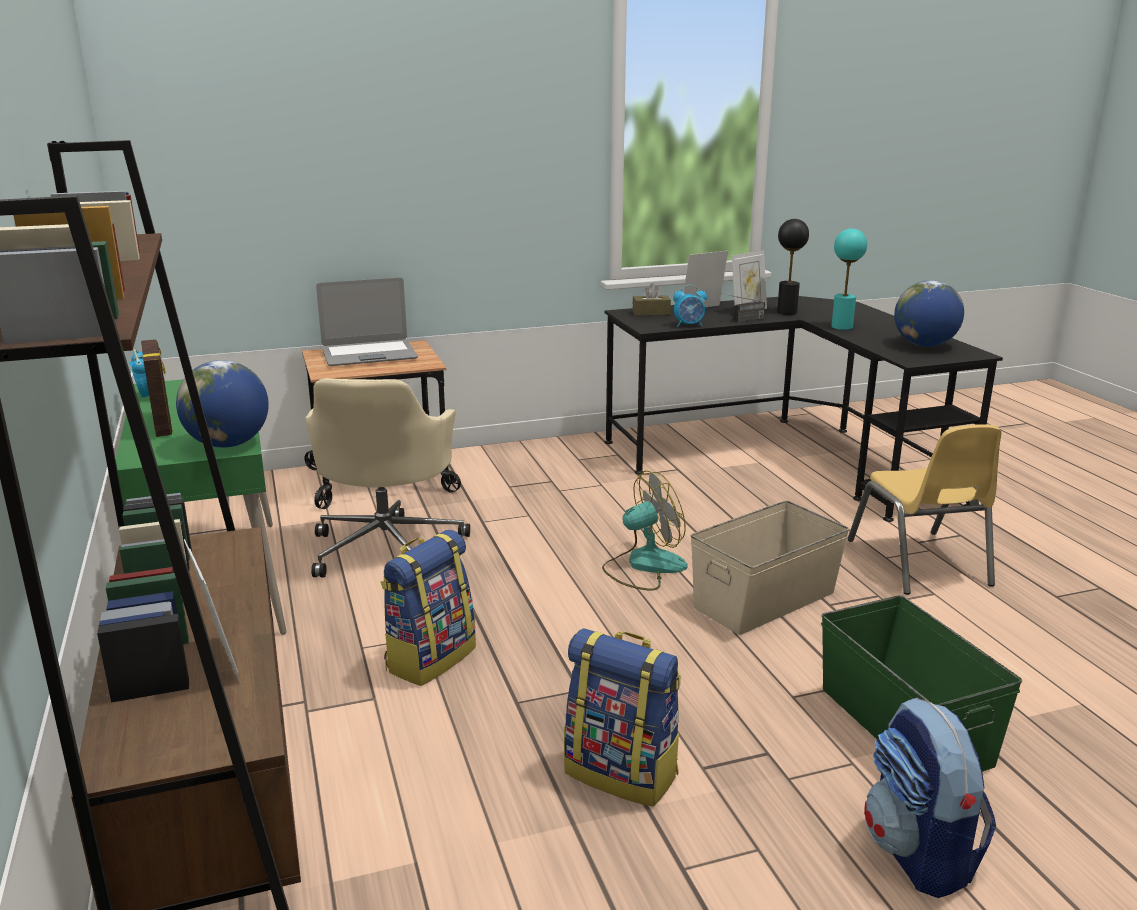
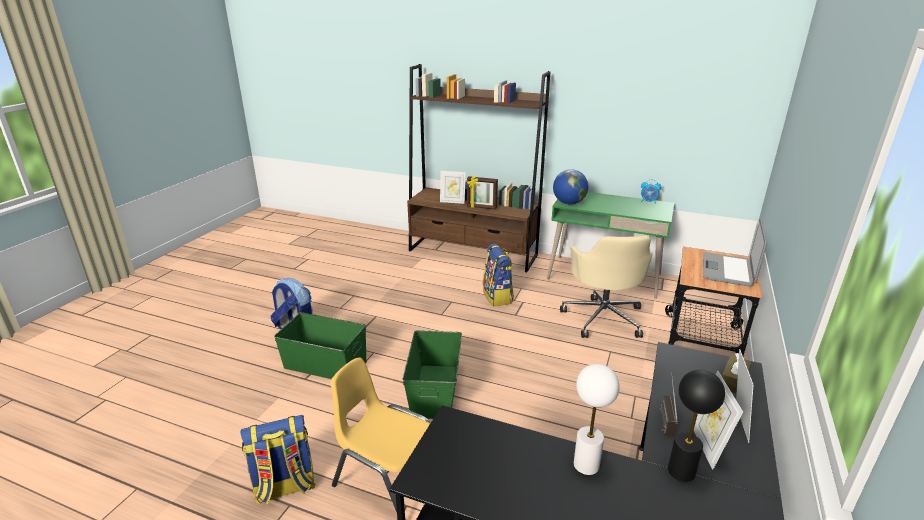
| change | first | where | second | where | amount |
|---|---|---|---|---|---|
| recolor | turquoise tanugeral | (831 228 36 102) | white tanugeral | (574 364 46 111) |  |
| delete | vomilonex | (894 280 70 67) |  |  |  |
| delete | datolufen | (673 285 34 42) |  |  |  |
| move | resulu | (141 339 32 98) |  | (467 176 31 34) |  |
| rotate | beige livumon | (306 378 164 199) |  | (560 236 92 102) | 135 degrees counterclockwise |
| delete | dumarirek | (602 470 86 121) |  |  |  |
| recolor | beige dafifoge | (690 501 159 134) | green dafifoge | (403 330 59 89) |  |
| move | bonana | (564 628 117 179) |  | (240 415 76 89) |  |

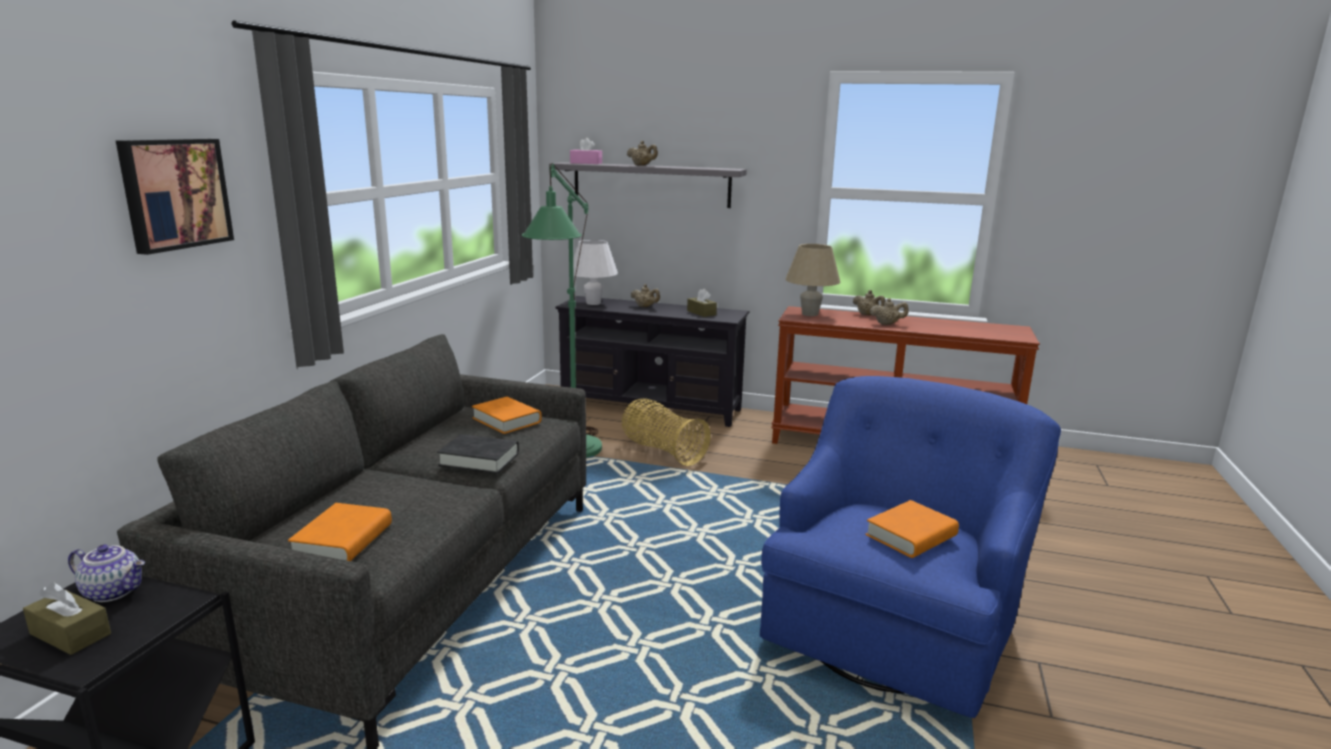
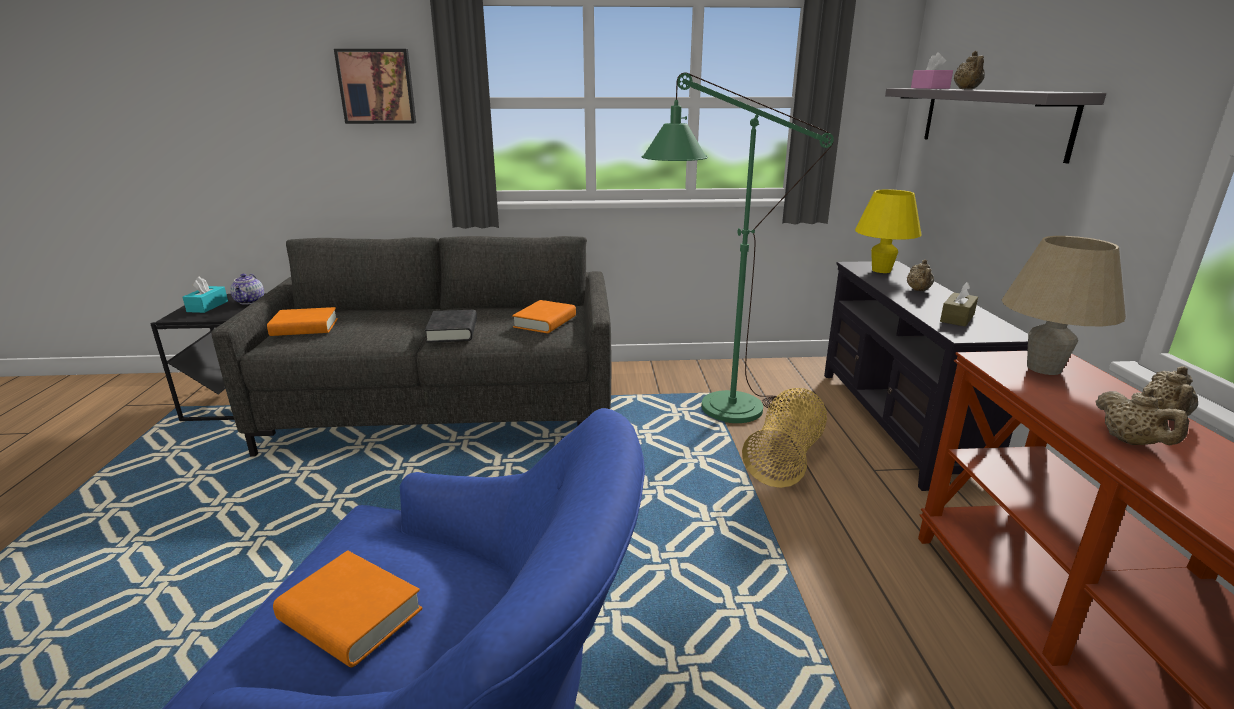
| change | first | where | second | where | amount |
|---|---|---|---|---|---|
| recolor | white tanugeral | (573 240 45 65) | yellow tanugeral | (855 189 67 84) |  |
| recolor | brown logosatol | (23 583 88 72) | turquoise logosatol | (183 277 45 36) |  |

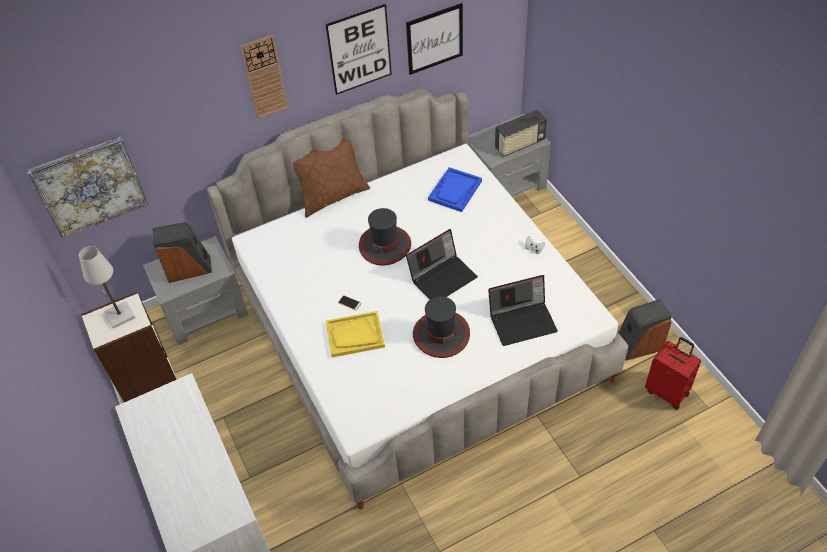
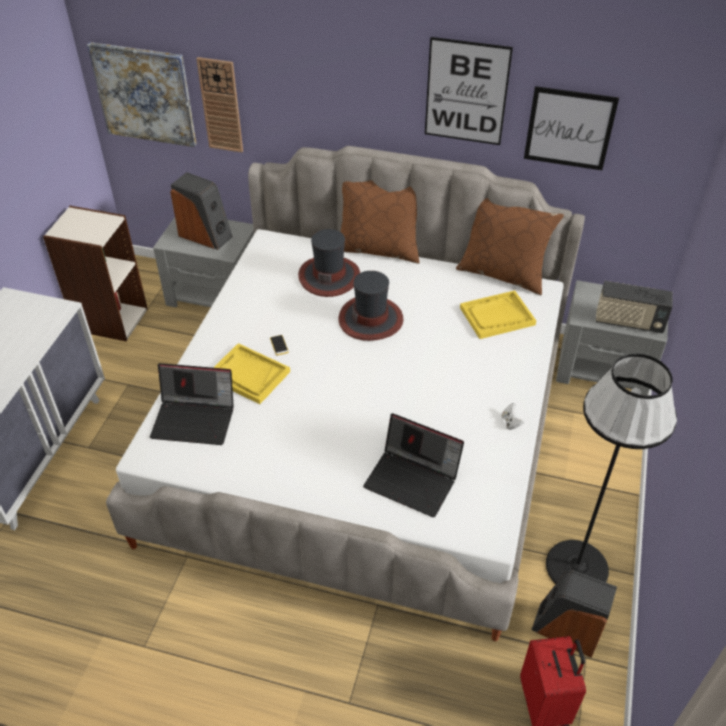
| change | first | where | second | where | amount |
|---|---|---|---|---|---|
| move | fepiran | (240 34 48 85) |  | (196 57 47 95) |  |
| recolor | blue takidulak | (428 167 54 45) | yellow takidulak | (460 290 76 49) |  |
| move | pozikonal | (406 229 72 71) |  | (150 363 84 82) |  |
| delete | white tanugeral | (79 246 56 83) |  |  |  |
| move | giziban | (413 296 57 62) |  | (298 229 62 68) |  |
| insert |  |  | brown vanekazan | (456 198 108 97) |  |
| insert |  |  | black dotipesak | (546 354 131 230) |  |

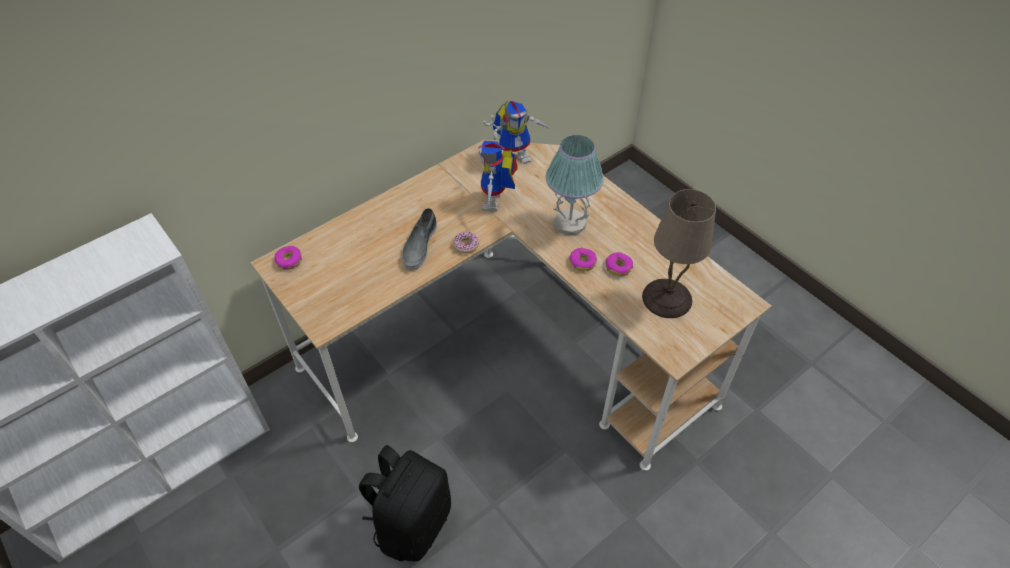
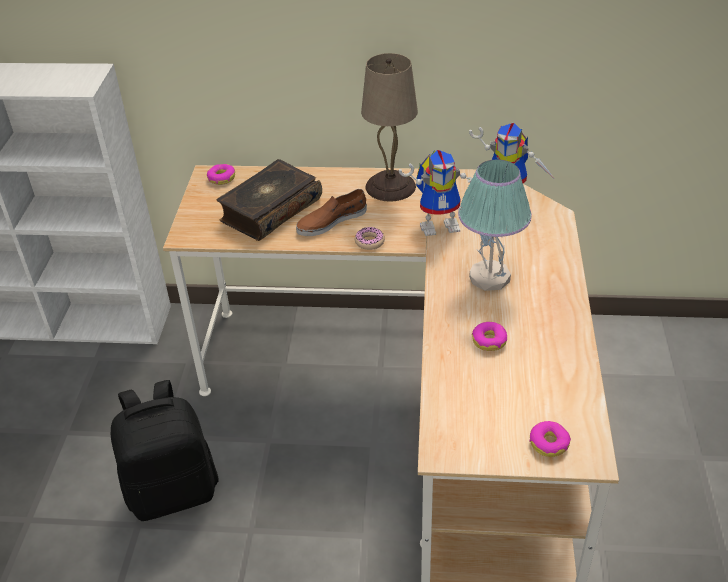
| change | first | where | second | where | amount |
|---|---|---|---|---|---|
| rotate | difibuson | (478 129 40 82) |  | (399 150 73 86) | 150 degrees counterclockwise |
| move | beige tanugeral | (642 189 74 129) |  | (361 53 57 148) |  |
| recolor | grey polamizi | (402 208 35 63) | brown polamizi | (296 189 71 47) |  |
| move | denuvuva | (569 248 28 23) |  | (529 421 42 36) |  |
| insert |  |  | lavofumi | (217 159 105 82) |  |

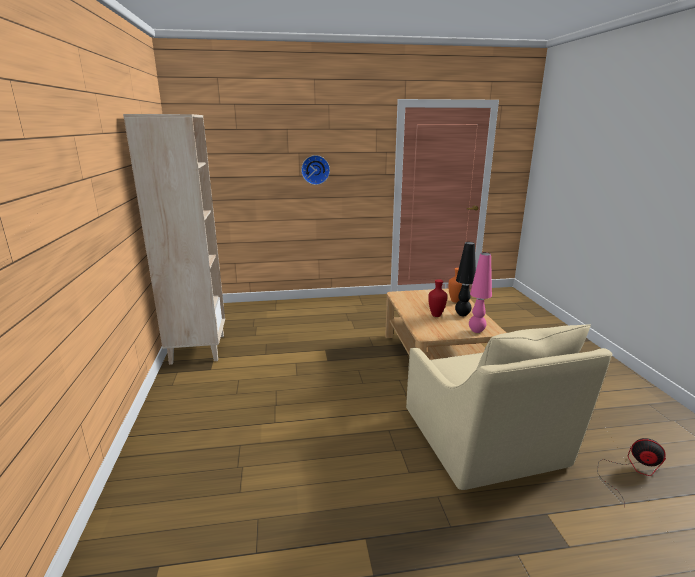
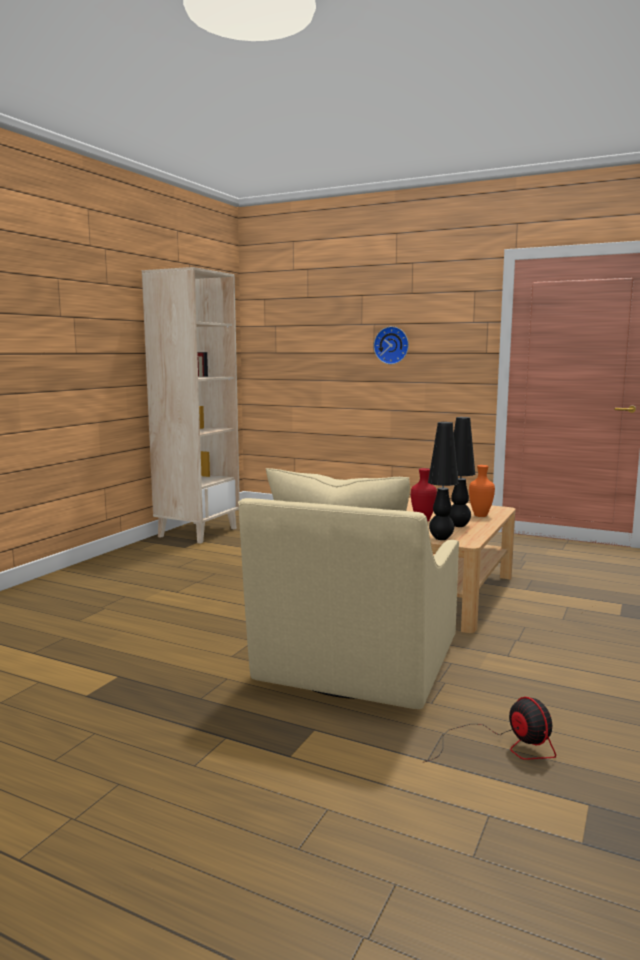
| change | first | where | second | where | amount |
|---|---|---|---|---|---|
| recolor | pink tanugeral | (469 253 23 80) | black tanugeral | (428 422 31 118) |  |

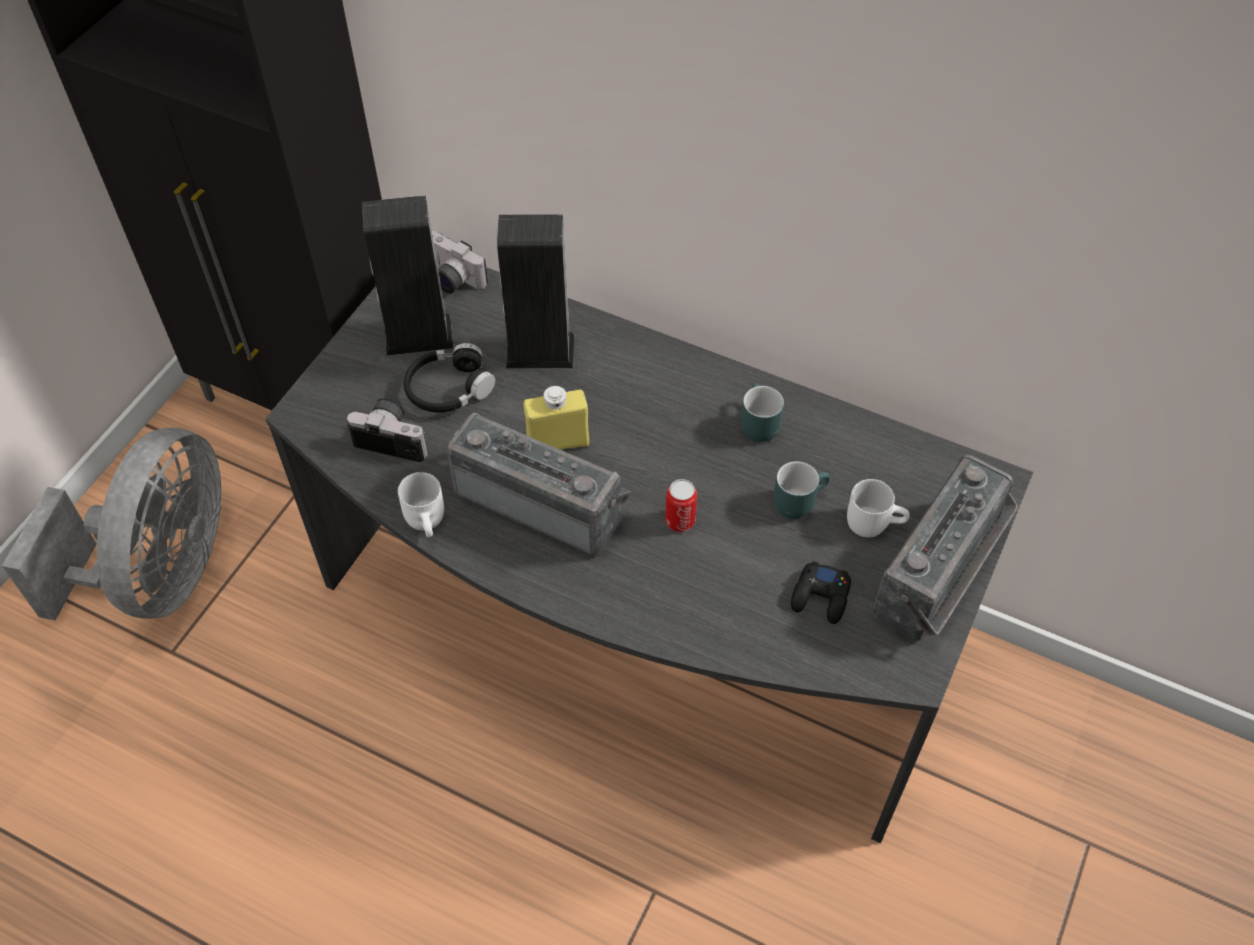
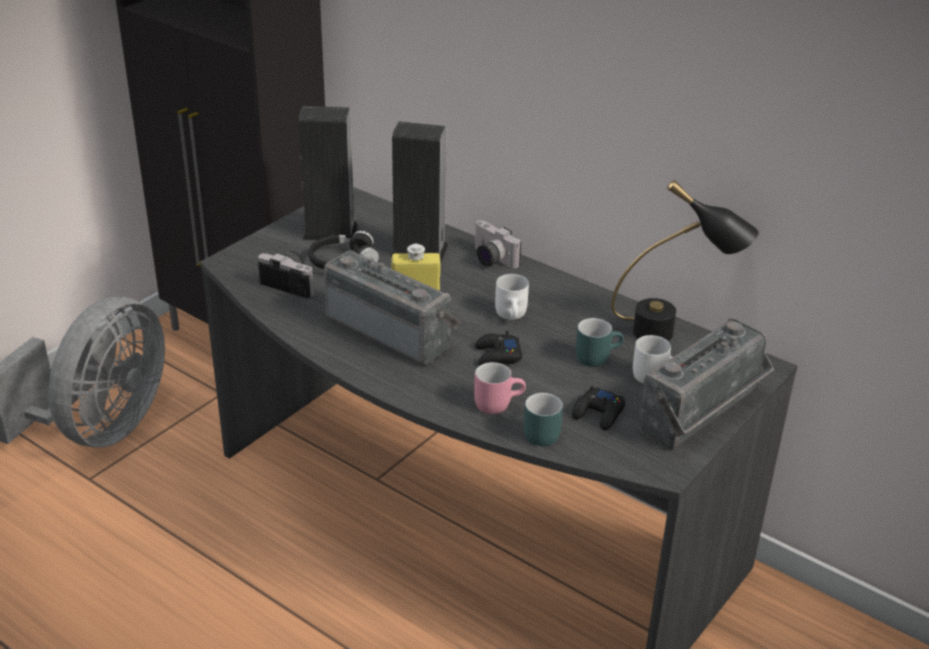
| change | first | where | second | where | amount |
|---|---|---|---|---|---|
| move | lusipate | (432 231 56 63) |  | (475 220 46 49) |  |
| move | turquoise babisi | (741 383 43 59) |  | (524 393 39 53) |  |
| move | white babisi | (398 472 46 65) |  | (495 274 34 46) |  |
| replace | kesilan | (665 479 32 53) | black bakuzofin | (475 331 47 34) |  |
| insert |  |  | black tanugeral | (611 180 148 161) |  |
| insert |  |  | pink babisi | (474 362 52 52) |  |

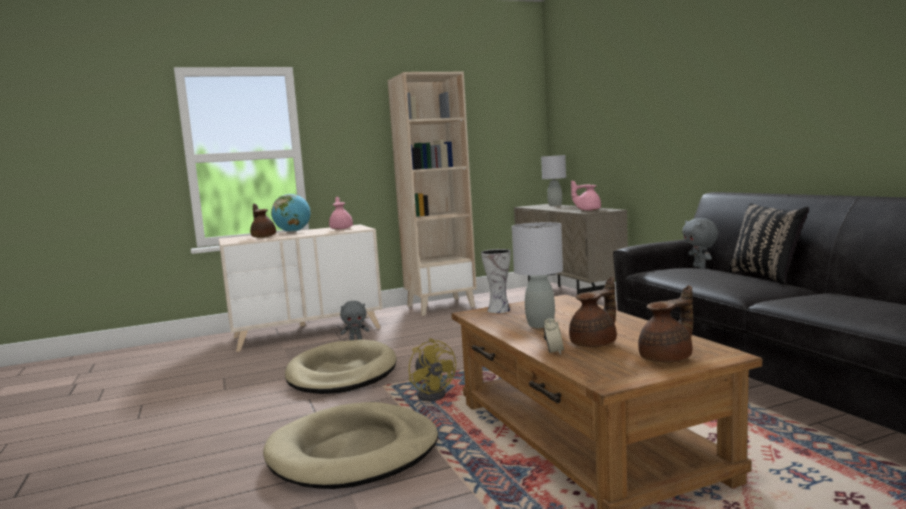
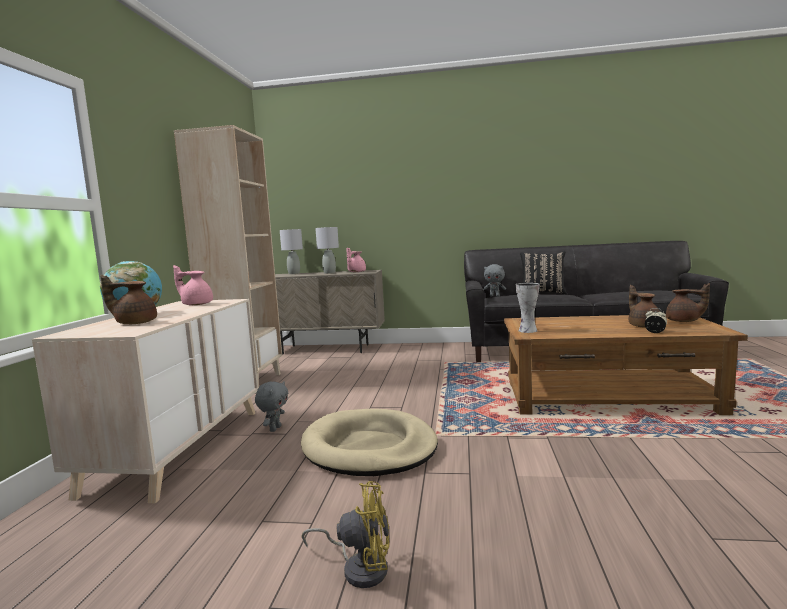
| change | first | where | second | where | amount |
|---|---|---|---|---|---|
| move | grey tanugeral | (512 222 51 106) |  | (315 227 24 47) |  |
| rotate | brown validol | (638 285 55 78) |  | (666 283 44 39) | 120 degrees clockwise |
| move | yellow dumarirek | (409 338 47 63) |  | (302 481 88 107) |  |
| delete | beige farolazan | (263 402 175 87) |  |  |  |

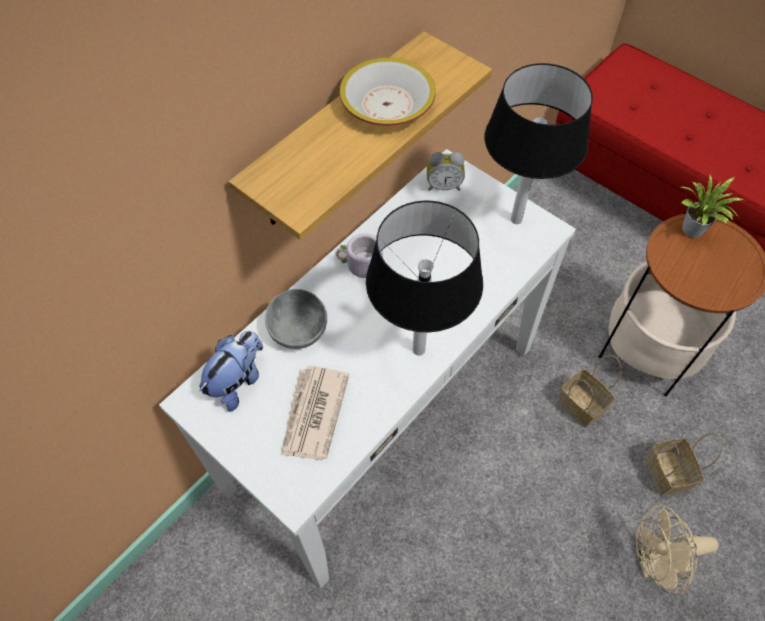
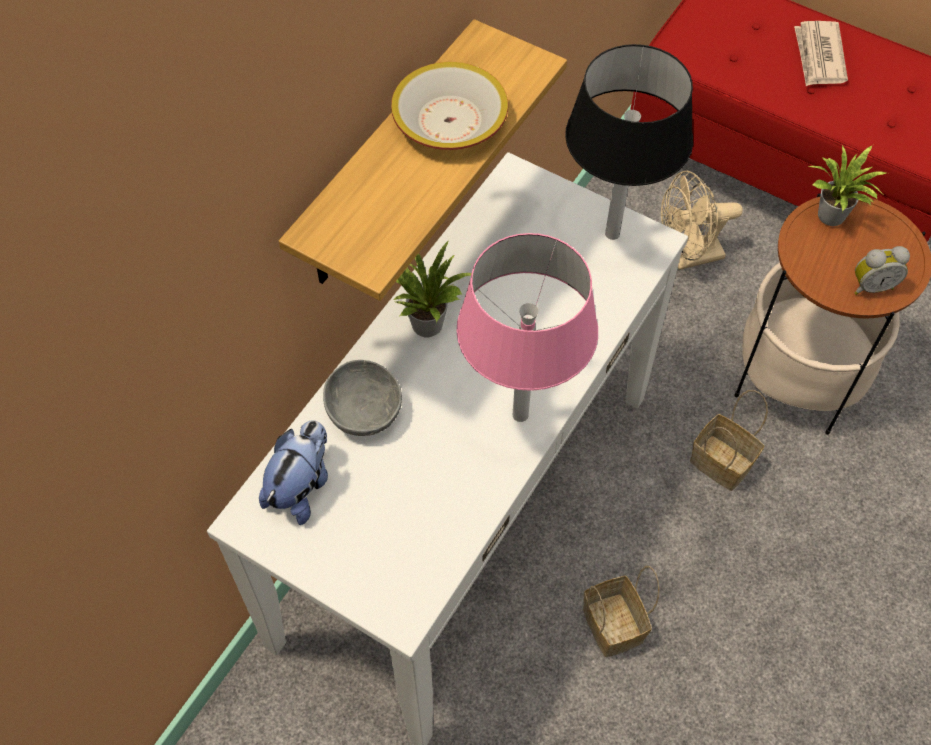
| change | first | where | second | where | amount |
|---|---|---|---|---|---|
| move | datolufen | (427 152 38 39) |  | (855 246 55 49) |  |
| recolor | black tanugeral | (366 200 117 155) | pink tanugeral | (456 233 142 189) |  |
| replace | grey babisi | (336 233 47 45) | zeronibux | (394 240 78 97) |  |
| move | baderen | (281 366 68 94) |  | (794 21 54 65) |  |
| move | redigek | (645 433 78 63) |  | (583 566 77 91) |  |
| move | beige dumarirek | (636 504 83 91) |  | (661 170 82 100) |  |

